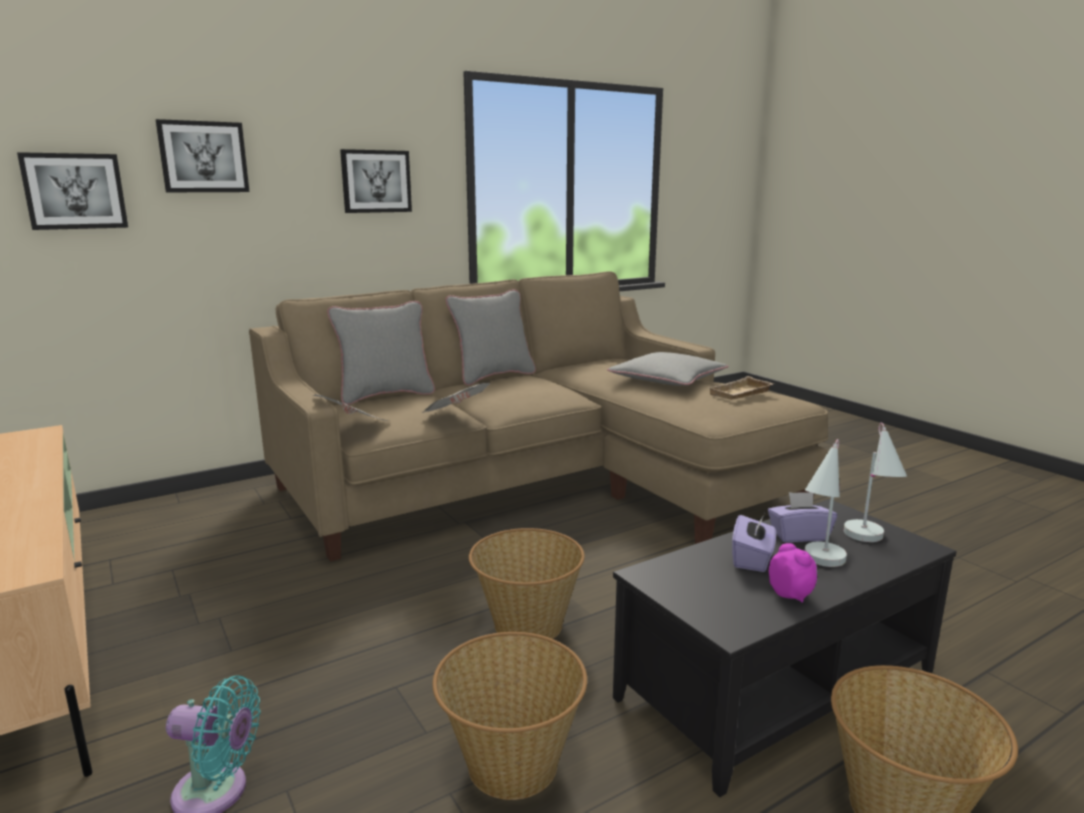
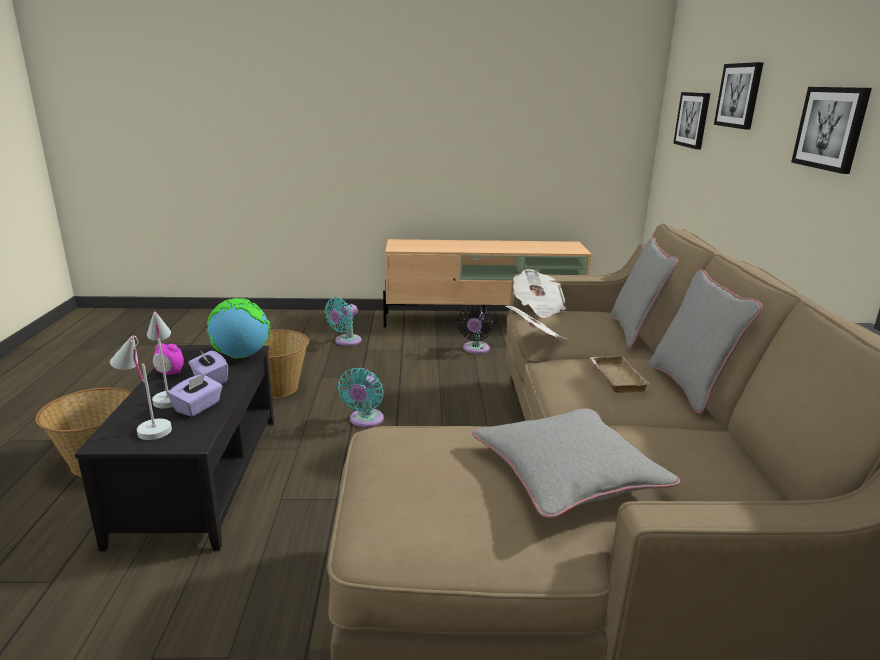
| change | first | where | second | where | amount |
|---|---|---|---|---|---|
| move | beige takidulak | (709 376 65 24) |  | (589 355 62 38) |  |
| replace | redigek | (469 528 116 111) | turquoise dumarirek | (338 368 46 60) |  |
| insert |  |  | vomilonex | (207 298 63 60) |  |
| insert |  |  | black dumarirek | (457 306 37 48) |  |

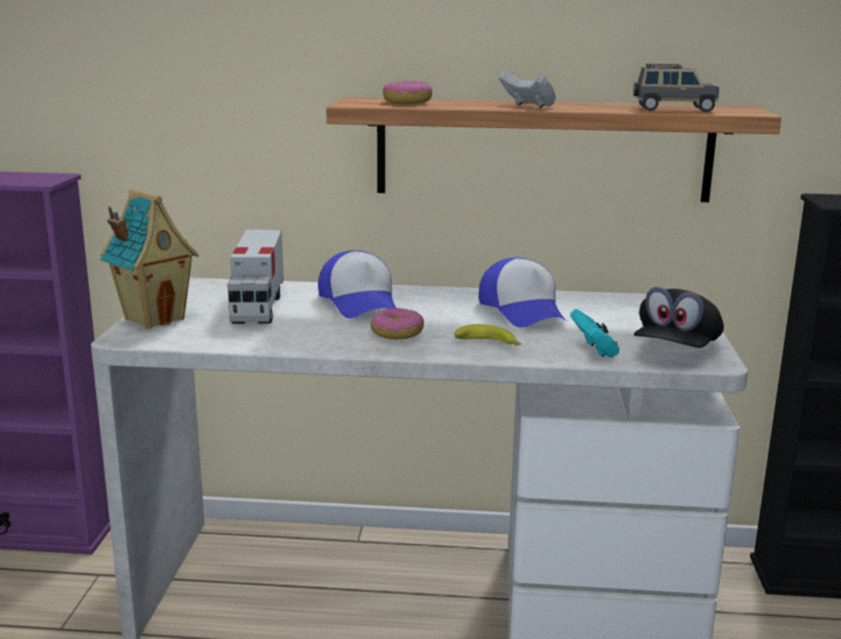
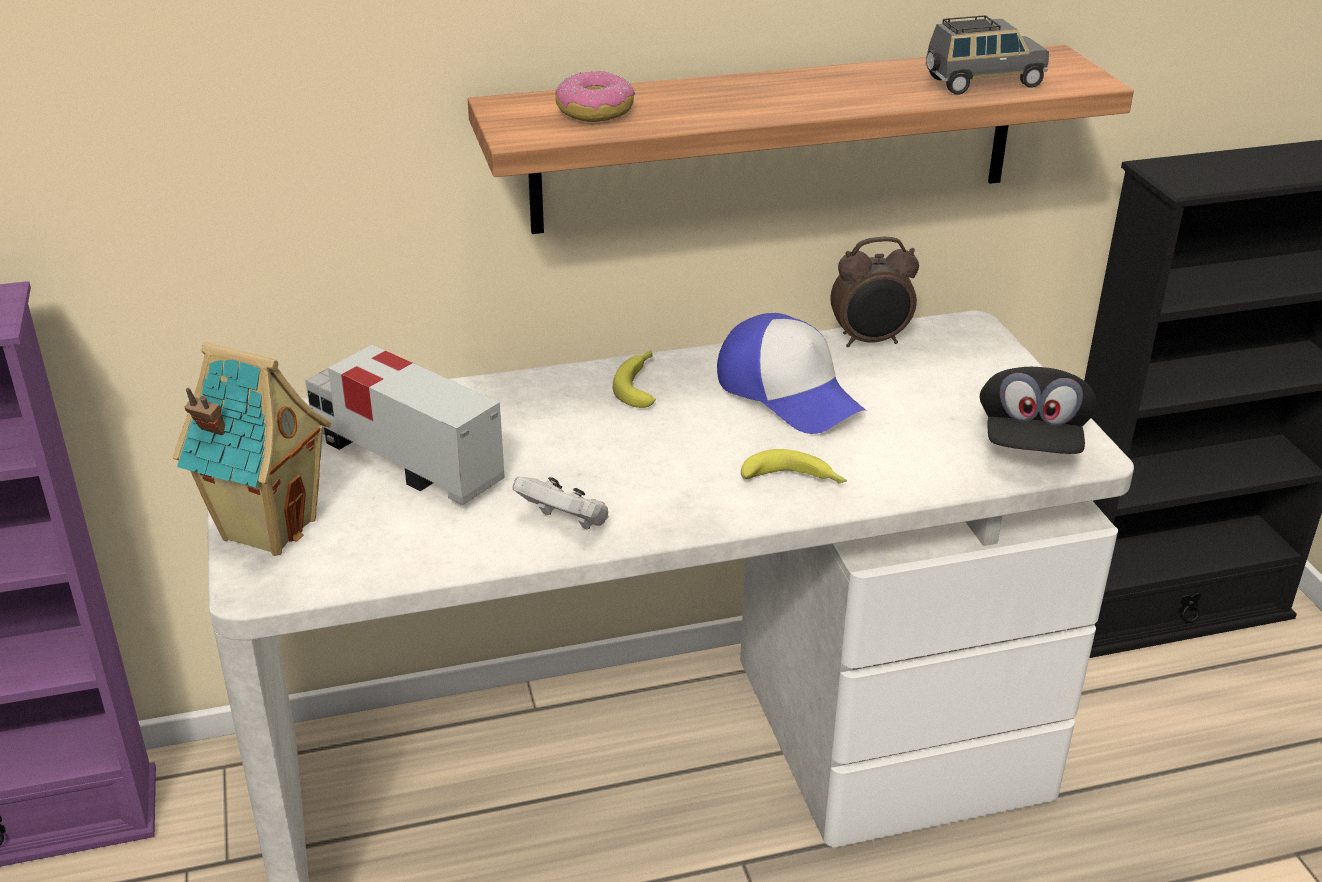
| change | first | where | second | where | amount |
|---|---|---|---|---|---|
| move | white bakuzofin | (499 71 57 37) |  | (513 477 96 53) |  |
| rotate | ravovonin | (227 230 57 94) |  | (305 345 200 160) | 150 degrees clockwise |
| delete | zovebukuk | (318 250 78 68) |  |  |  |
| delete | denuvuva | (370 308 54 31) |  |  |  |
| delete | turquoise bakuzofin | (570 309 50 48) |  |  |  |
| insert |  |  | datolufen | (830 237 89 110) |  |
| insert |  |  | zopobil | (613 350 43 58) |  |

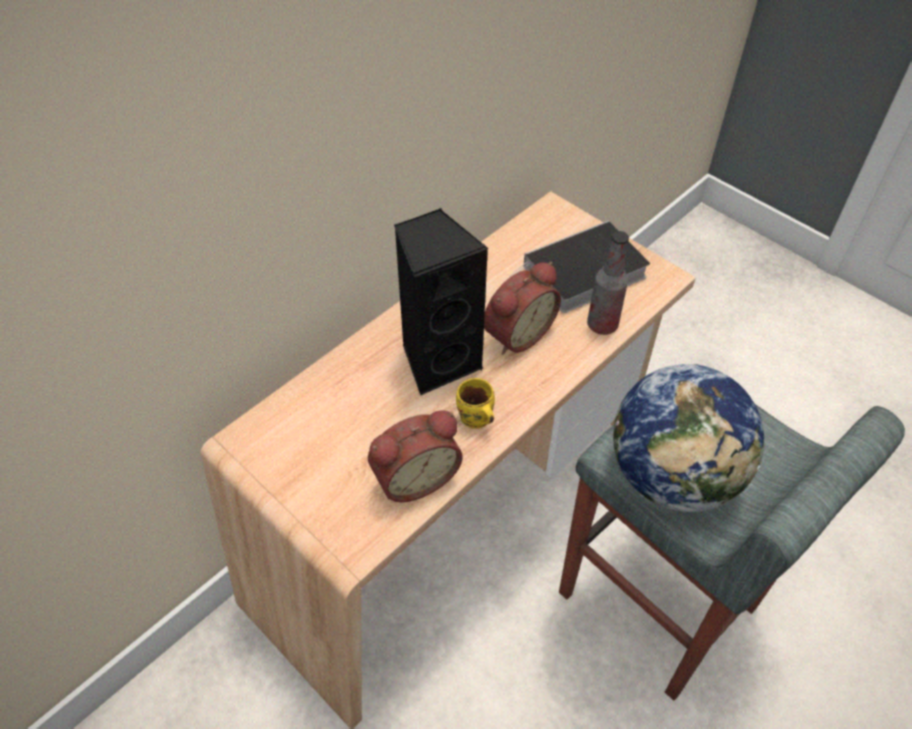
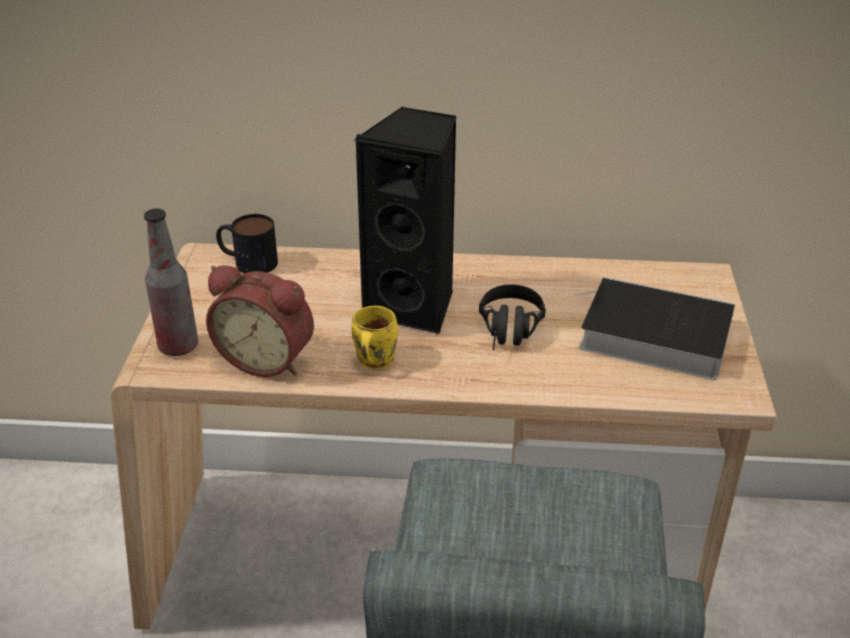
| change | first | where | second | where | amount |
|---|---|---|---|---|---|
| move | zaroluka | (587 231 42 104) |  | (144 209 54 147) |  |
| replace | datolufen | (484 262 77 93) | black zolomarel | (479 284 67 66) |  |
| delete | vomilonex | (613 364 151 148) |  |  |  |
| insert |  |  | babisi | (216 214 62 60) |  |

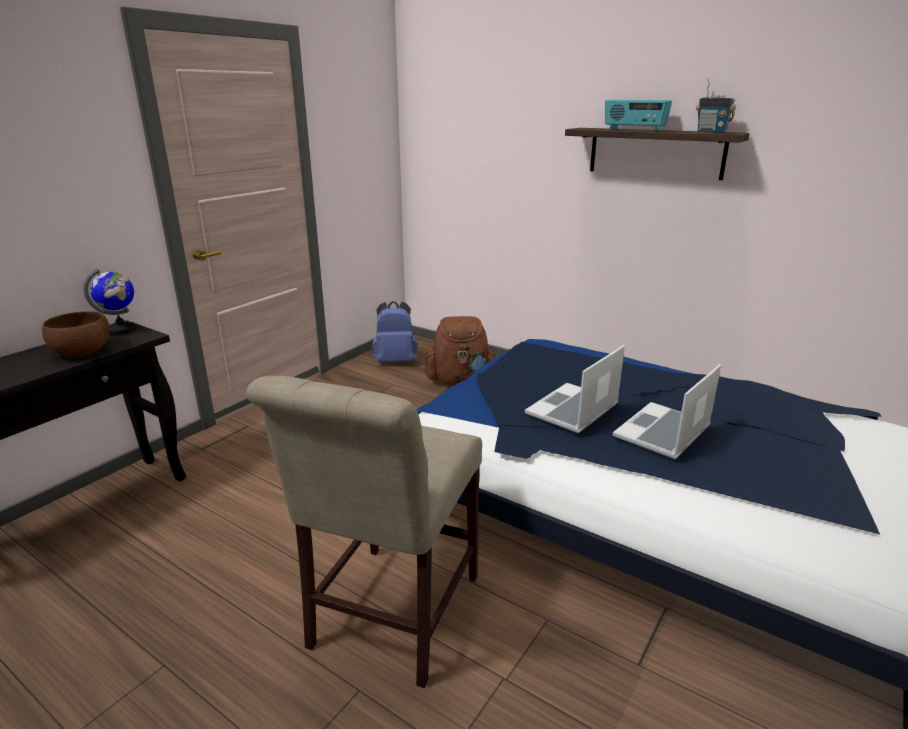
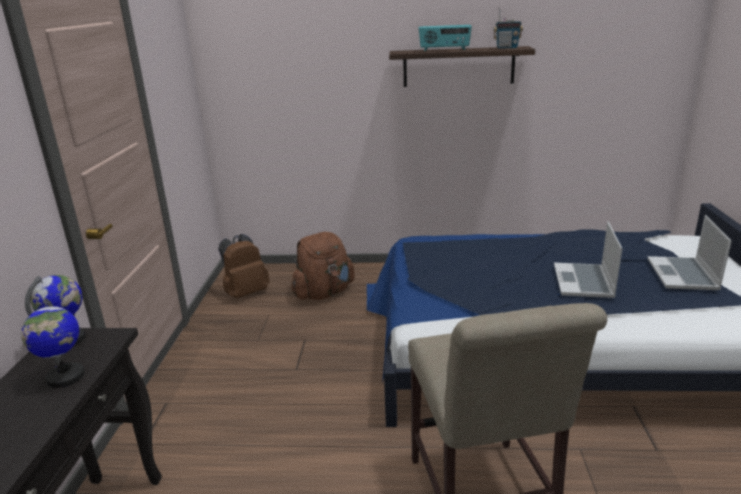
| change | first | where | second | where | amount |
|---|---|---|---|---|---|
| recolor | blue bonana | (372 301 46 61) | brown bonana | (218 234 52 64) |  |
| replace | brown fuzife | (42 311 68 46) | vomilonex | (21 298 64 90) |  |
| move | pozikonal | (525 345 100 88) |  | (648 215 84 75) |  |

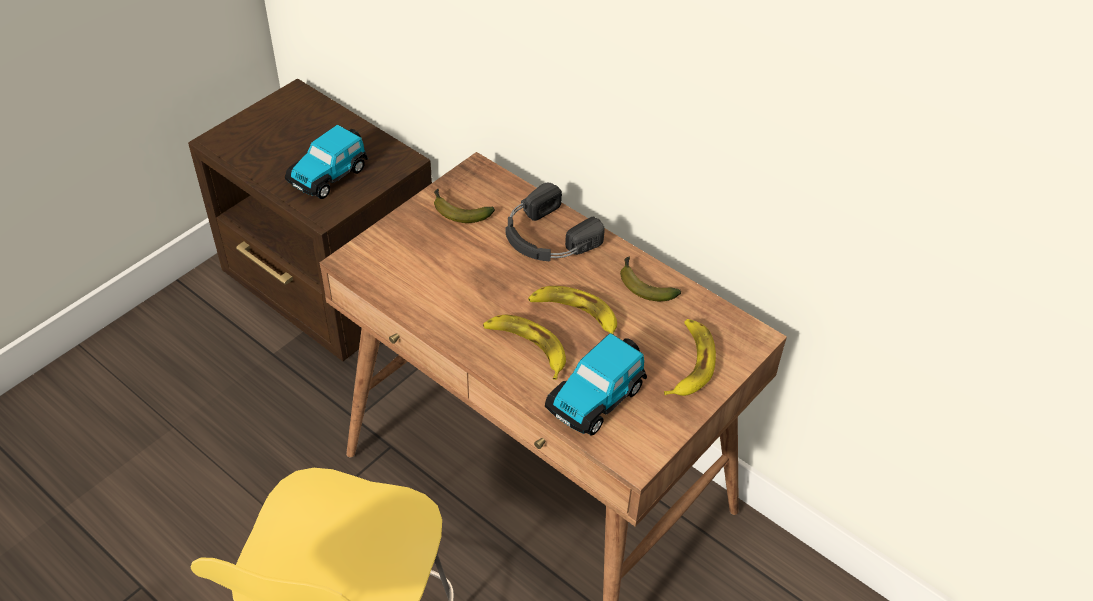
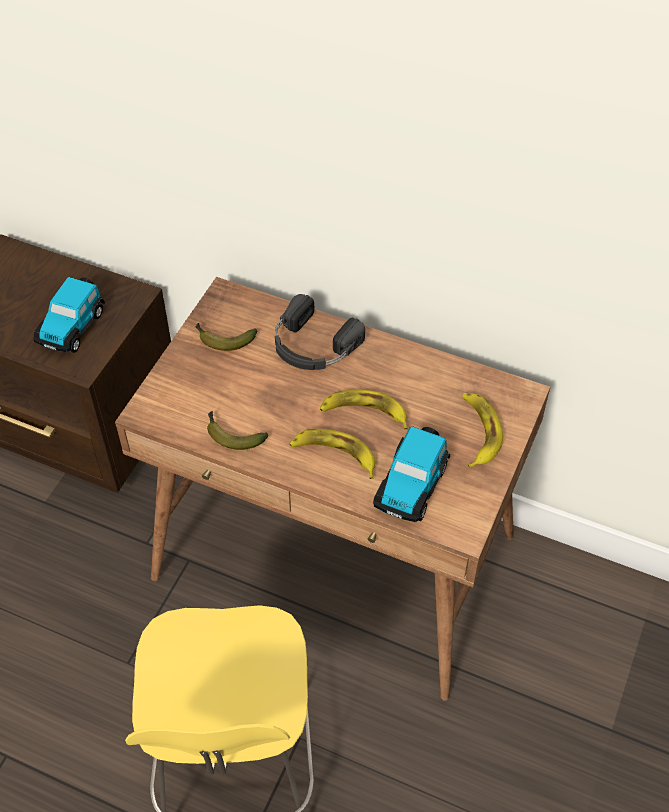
| change | first | where | second | where | amount |
|---|---|---|---|---|---|
| move | zopobil | (620 257 61 44) |  | (207 411 61 39) |  |

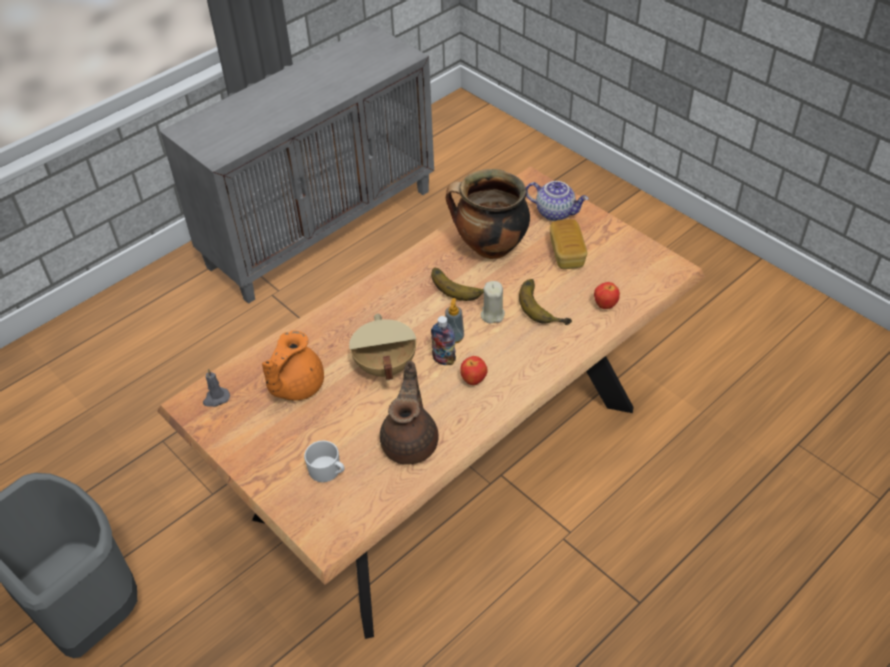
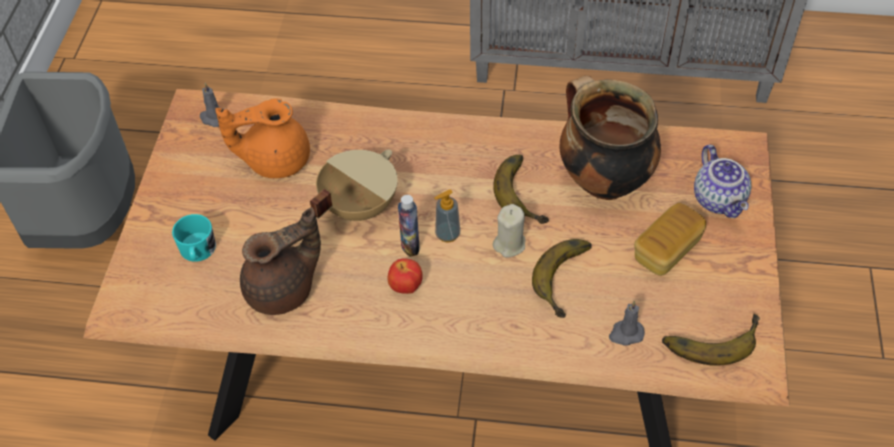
| change | first | where | second | where | amount |
|---|---|---|---|---|---|
| replace | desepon | (594 282 26 27) | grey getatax | (609 301 36 45) |  |
| recolor | white babisi | (304 441 40 41) | turquoise babisi | (172 214 44 48) |  |
| insert |  |  | zopobil | (662 314 98 52) |  |

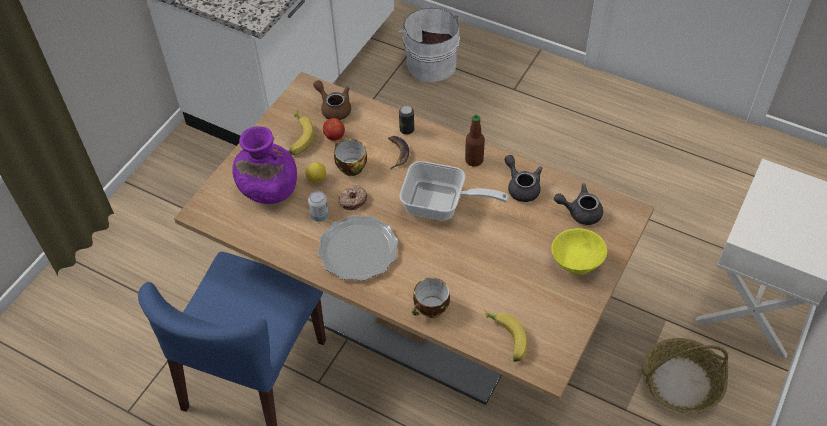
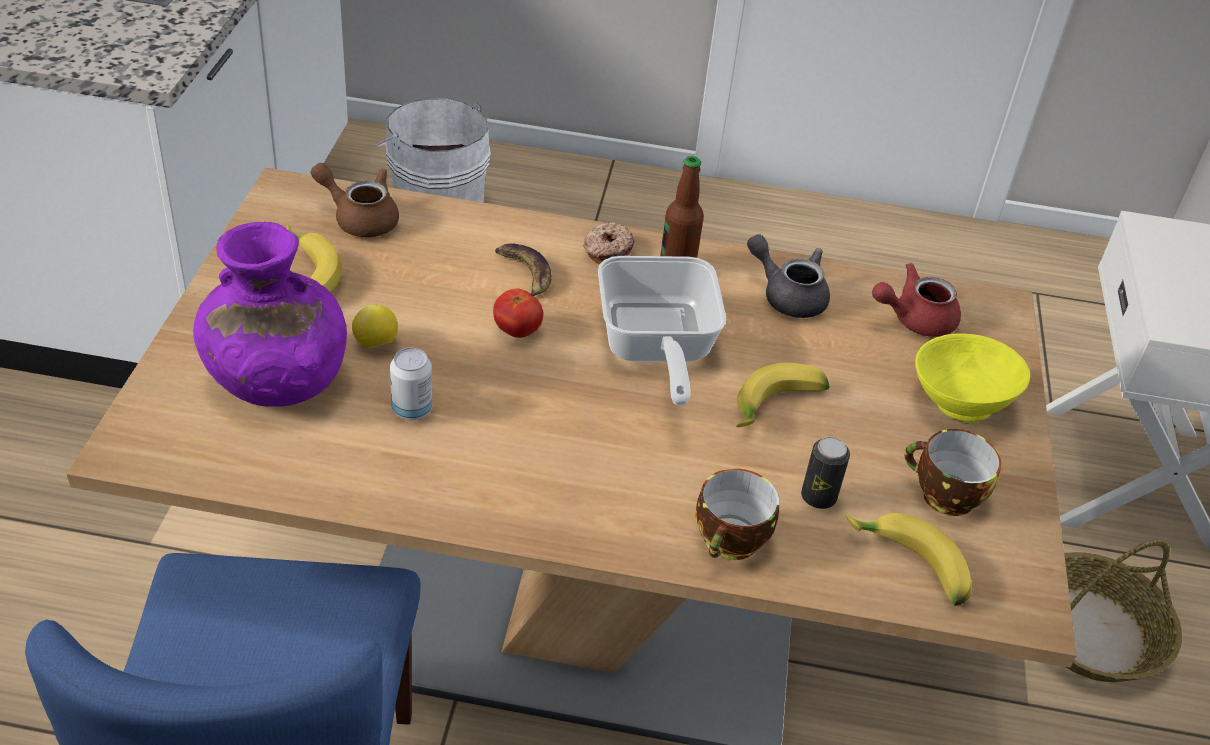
| change | first | where | second | where | amount |
|---|---|---|---|---|---|
| move | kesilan | (399 106 15 29) |  | (801 437 49 72) |  |
| move | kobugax | (323 118 22 23) |  | (493 289 50 49) |  |
| move | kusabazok | (334 139 33 37) |  | (905 429 97 87) |  |
| rotate | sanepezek | (400 161 109 60) |  | (598 256 128 150) | 90 degrees clockwise |
| recolor | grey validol | (554 184 49 41) | red validol | (872 263 89 74) |  |
| move | denuvuva | (339 185 28 25) |  | (583 222 52 42) |  |
| delete | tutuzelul | (318 215 80 66) |  |  |  |
| insert |  |  | zopobil | (736 363 94 64) |  |

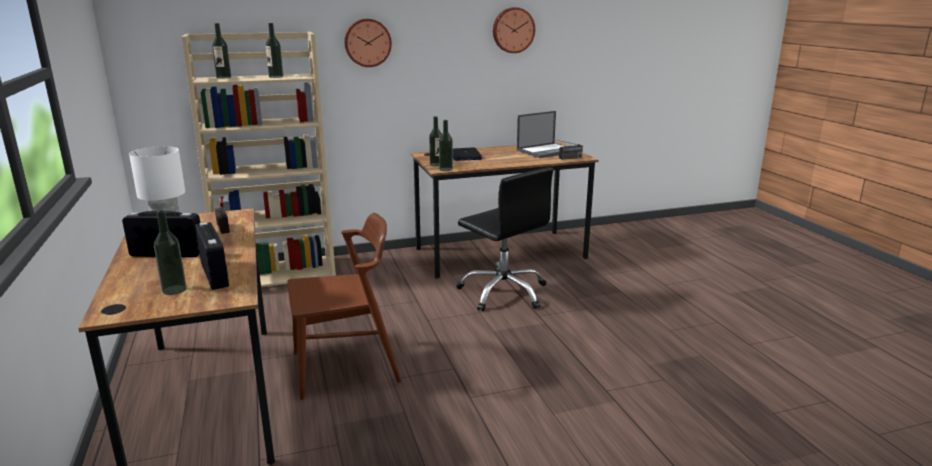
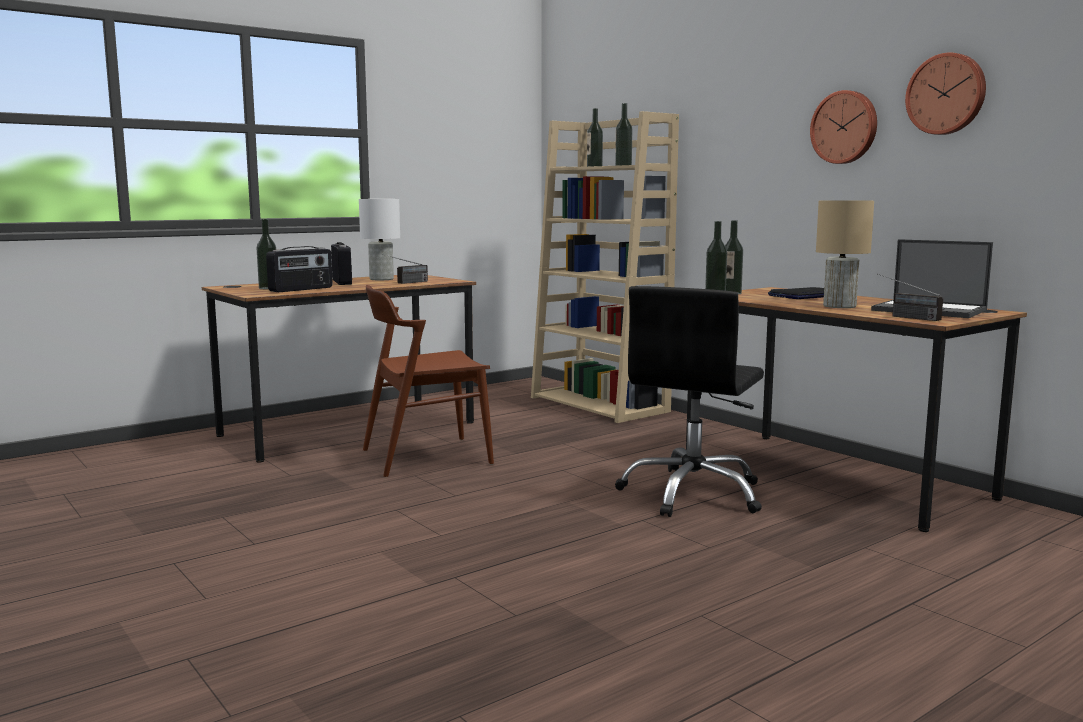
| change | first | where | second | where | amount |
|---|---|---|---|---|---|
| move | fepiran | (344 19 48 48) |  | (810 90 67 74) |  |
| rotate | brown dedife | (287 213 114 187) |  | (363 285 131 192) | 105 degrees clockwise |
| insert |  |  | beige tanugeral | (816 200 58 108) |  |

